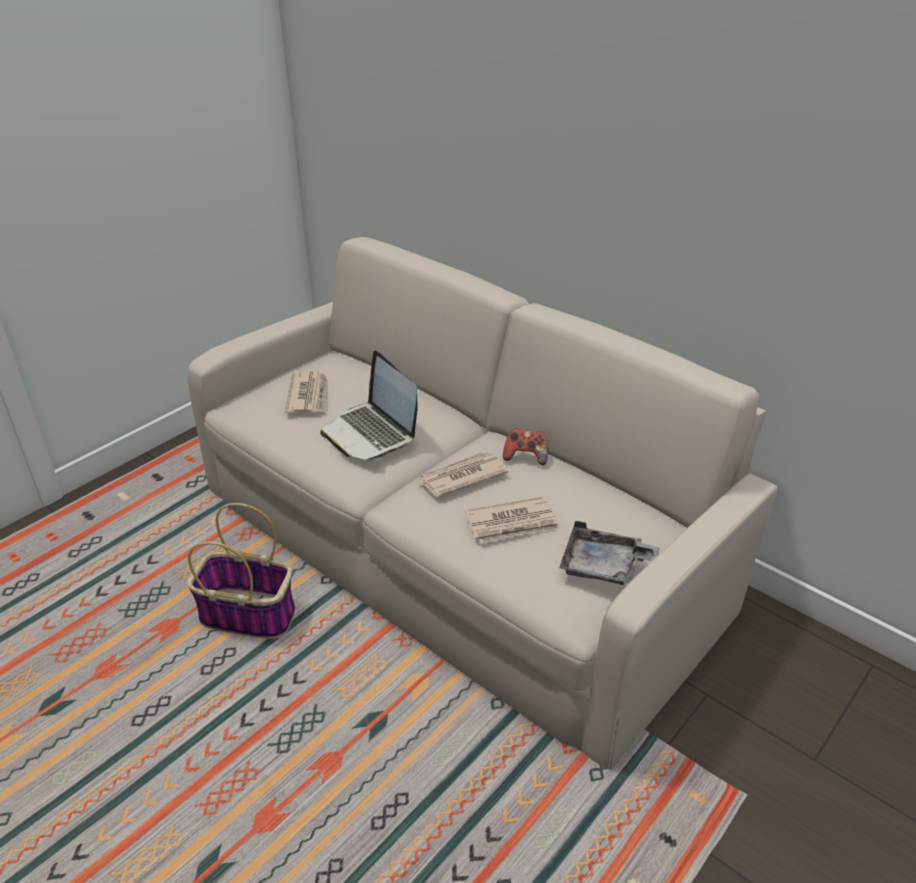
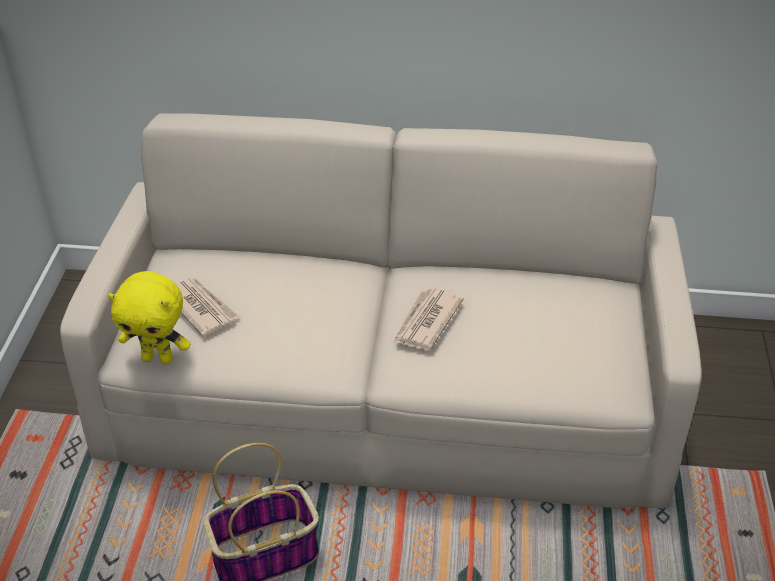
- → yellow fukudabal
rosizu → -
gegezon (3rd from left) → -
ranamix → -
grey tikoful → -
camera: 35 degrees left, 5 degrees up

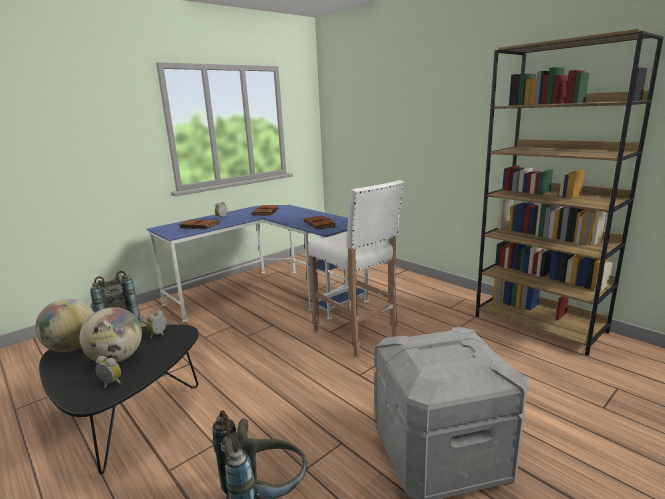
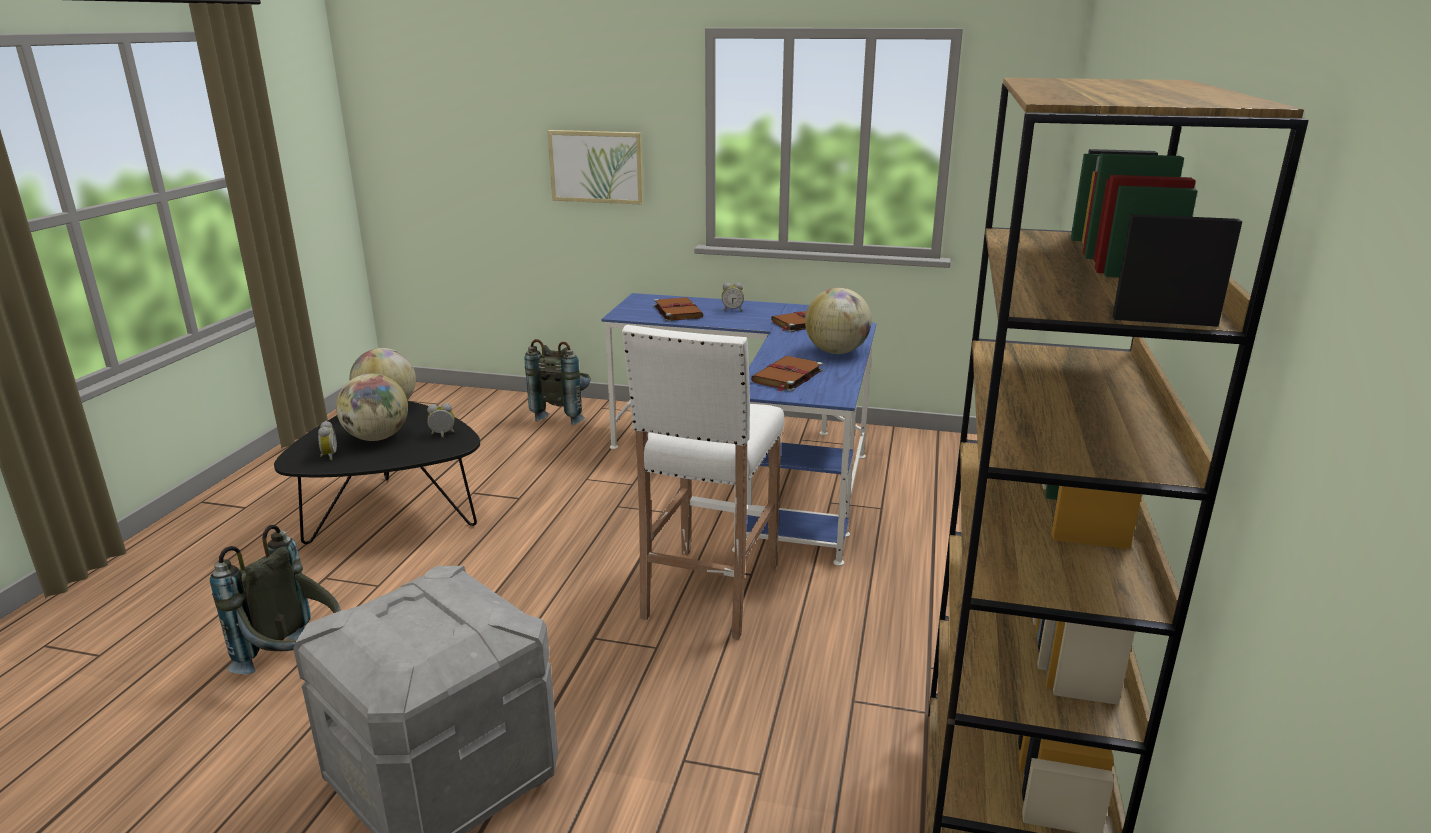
- → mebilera
- → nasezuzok (3rd from left)
camera: 55 degrees right, 5 degrees up

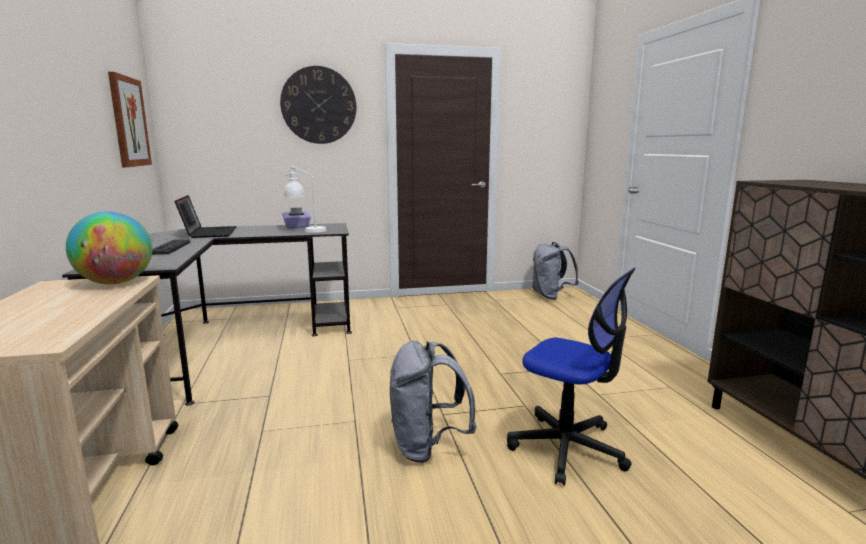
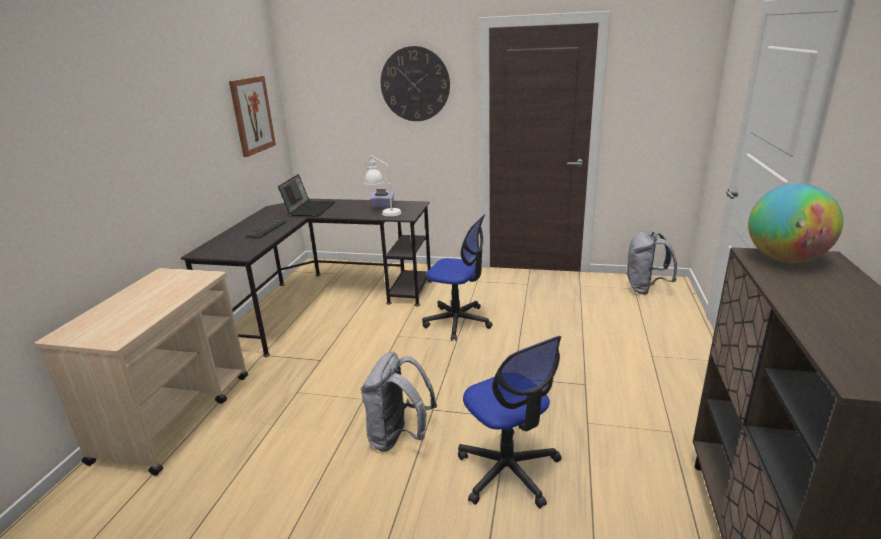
- → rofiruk (1st from left)
nasezuzok, moved
camera: 25 degrees right, 10 degrees up

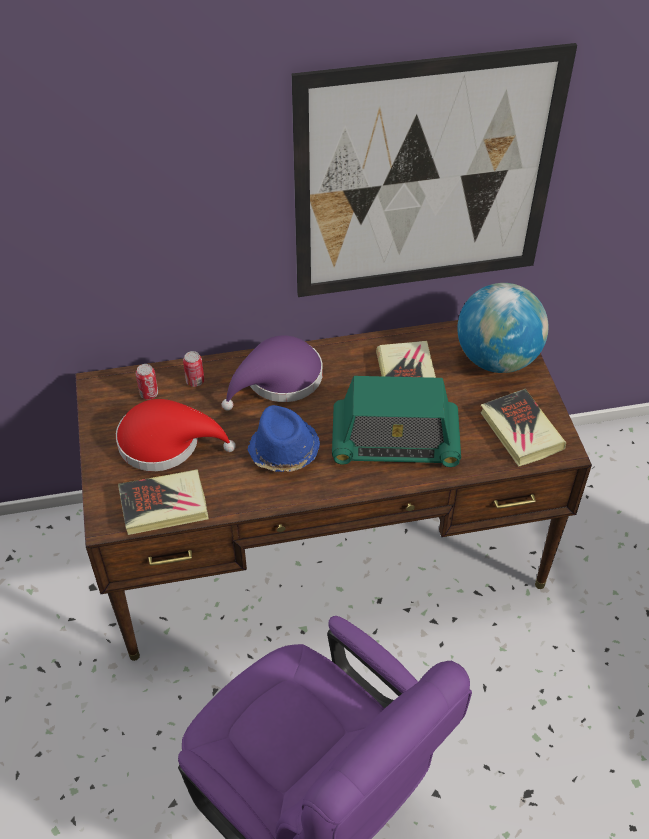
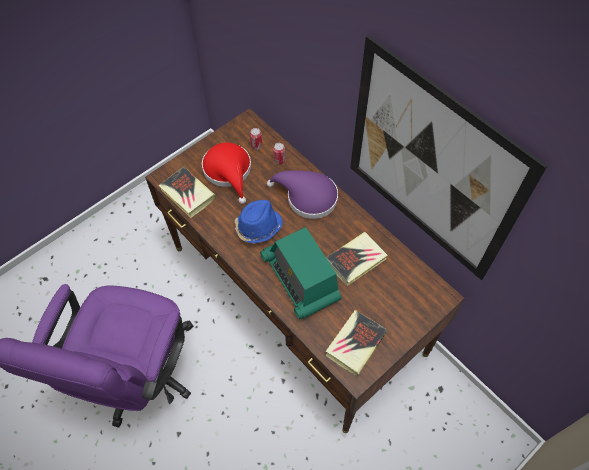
nasezuzok → -
camera: 60 degrees right, 10 degrees up

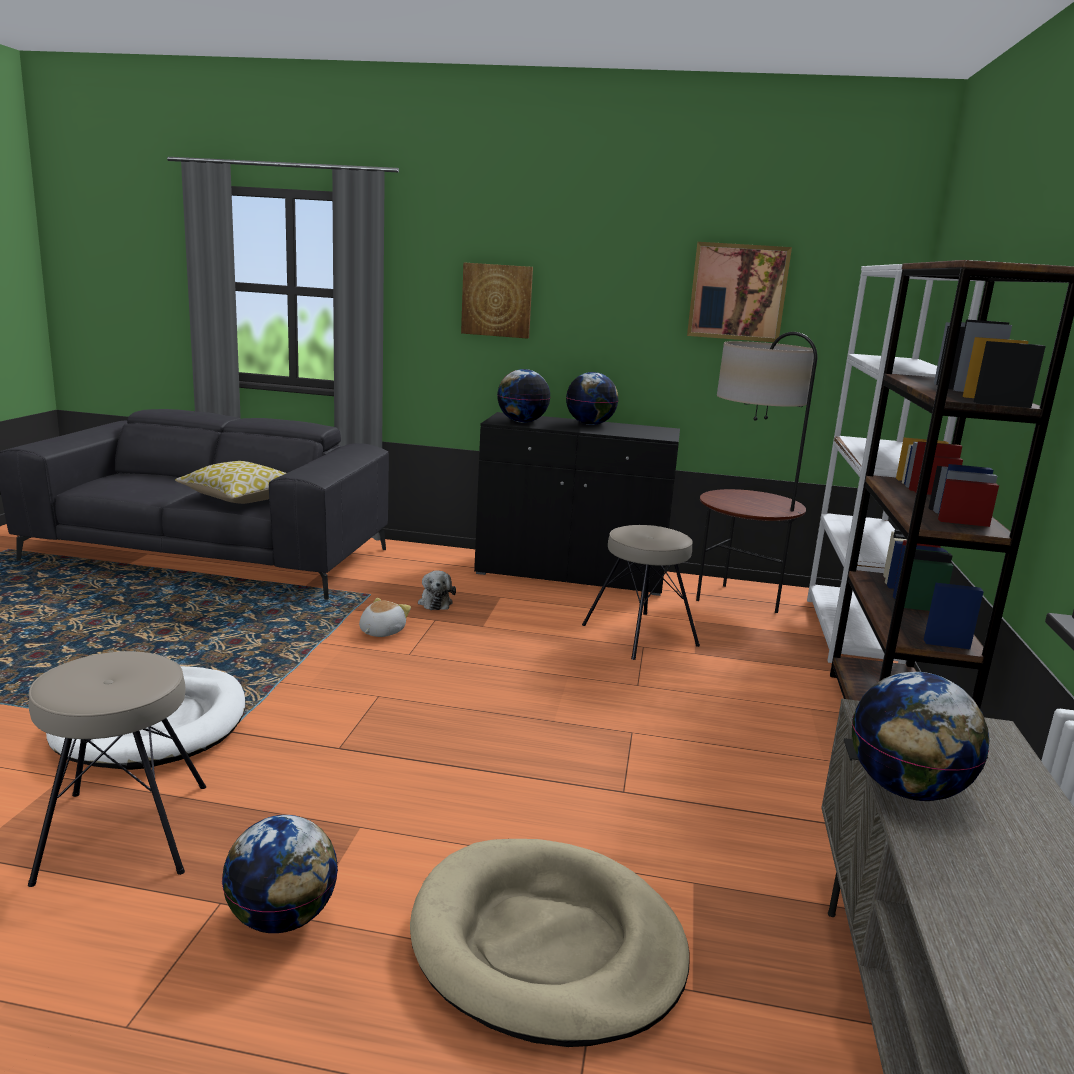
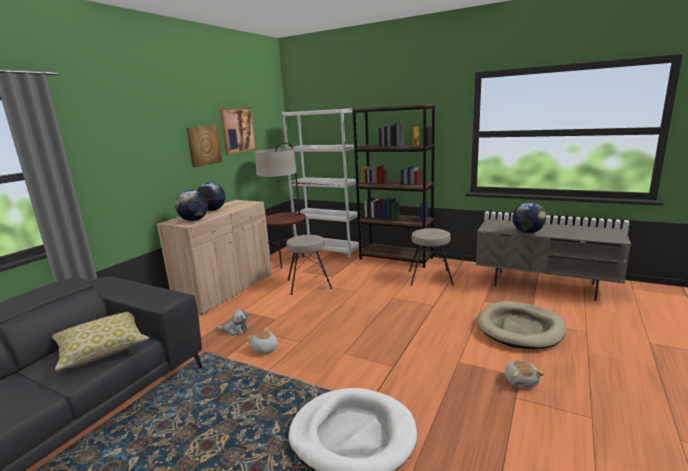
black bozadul → beige bozadul
mebilera (1st from left), moved
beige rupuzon (1st from left in the first image) → beige rupuzon (2nd from left), moved
nasezuzok (1st from left) → fukudabal (3rd from left)
camera: 70 degrees left, 0 degrees up

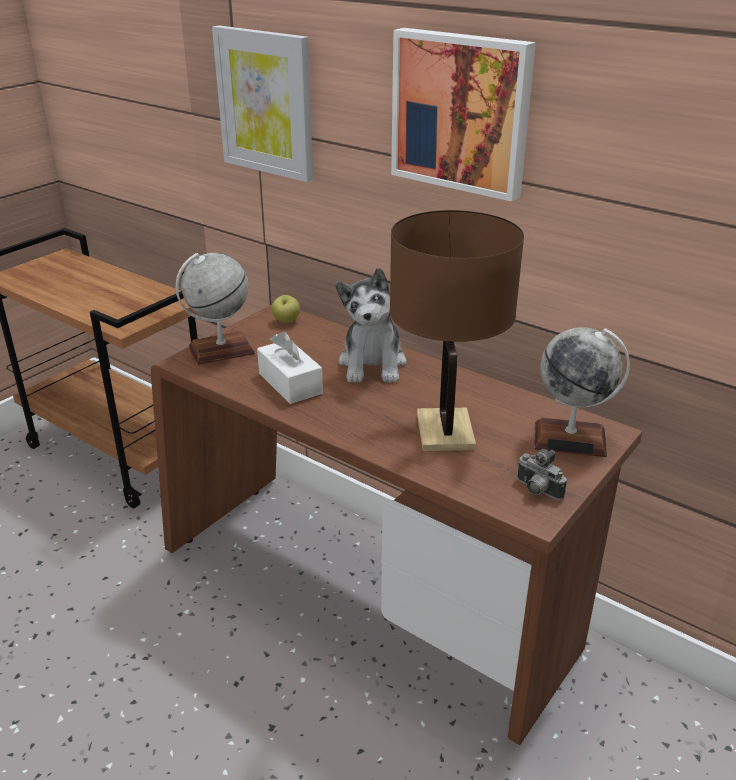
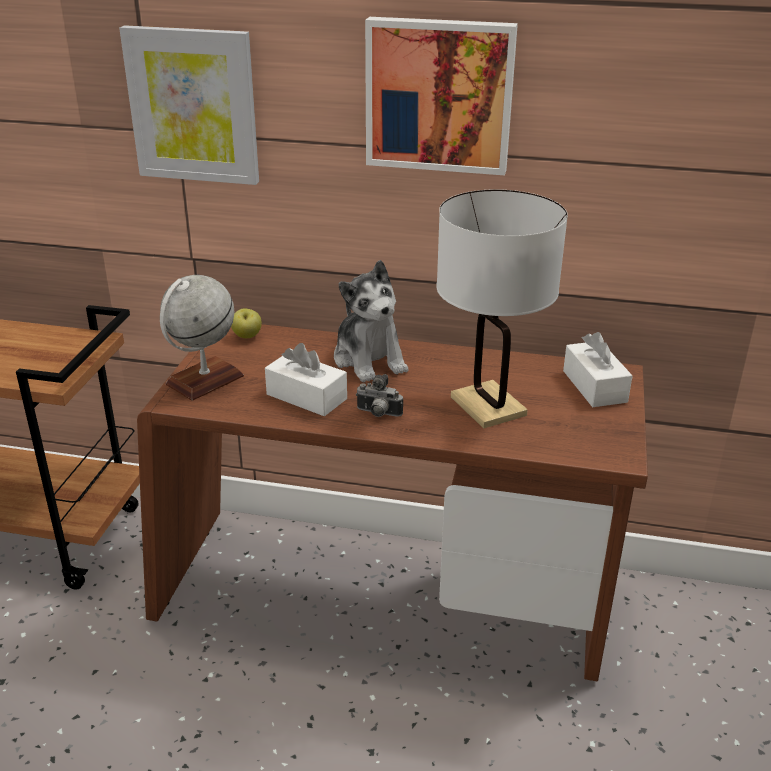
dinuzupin, moved
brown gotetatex → white gotetatex
nasezuzok (2nd from left) → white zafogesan (2nd from left)
camera: 25 degrees left, 0 degrees up

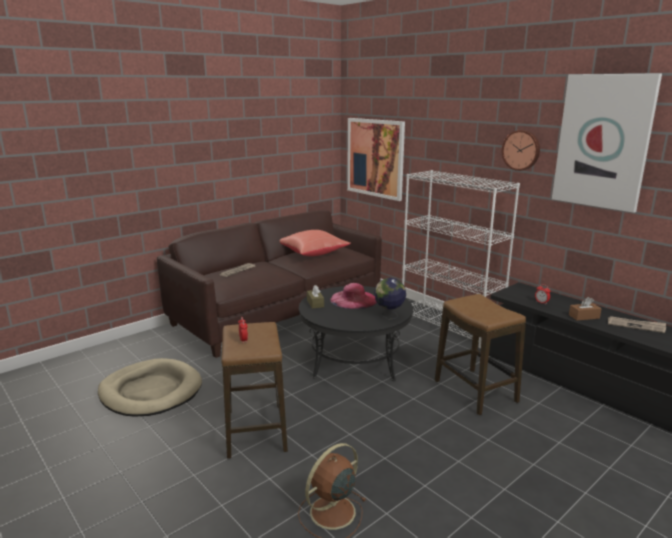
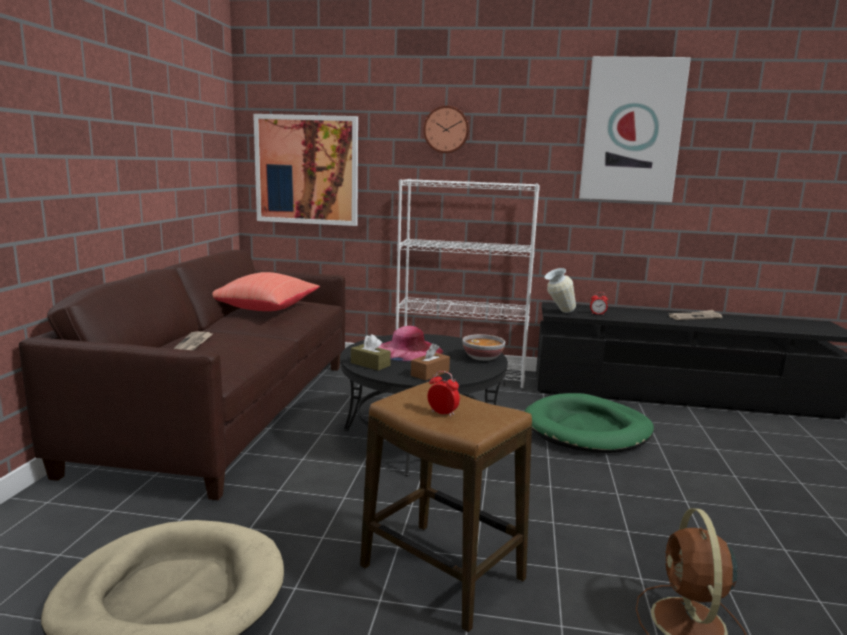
brown zafogesan (2nd from left), moved
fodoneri, moved
nasezuzok → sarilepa
rupuzon (2nd from left) → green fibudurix
- → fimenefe
camera: 40 degrees left, 5 degrees down

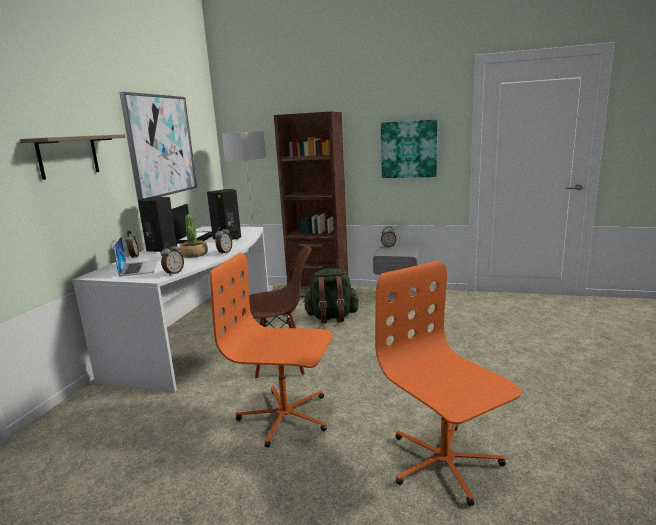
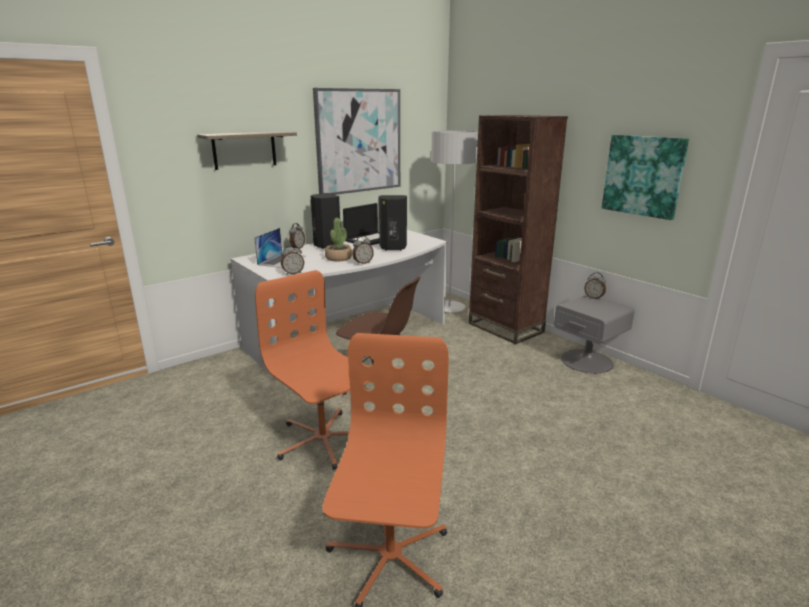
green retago → -
camera: 35 degrees right, 5 degrees up

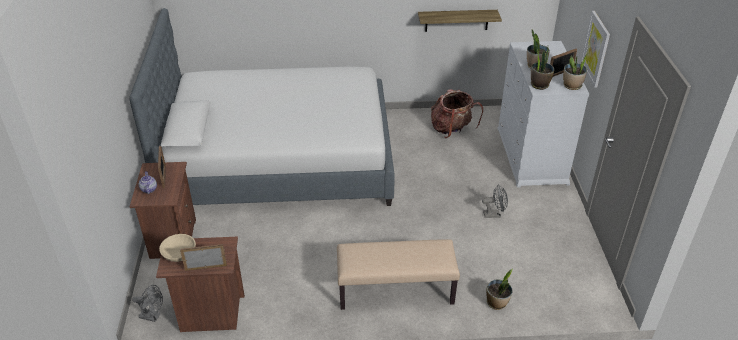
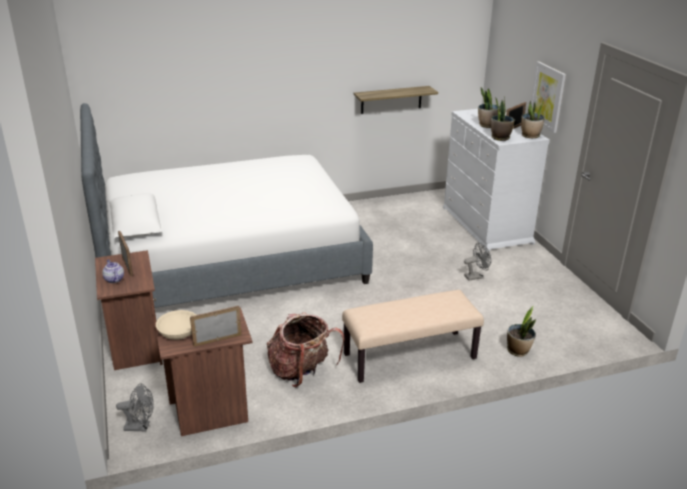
retago, moved
camera: 15 degrees left, 10 degrees down

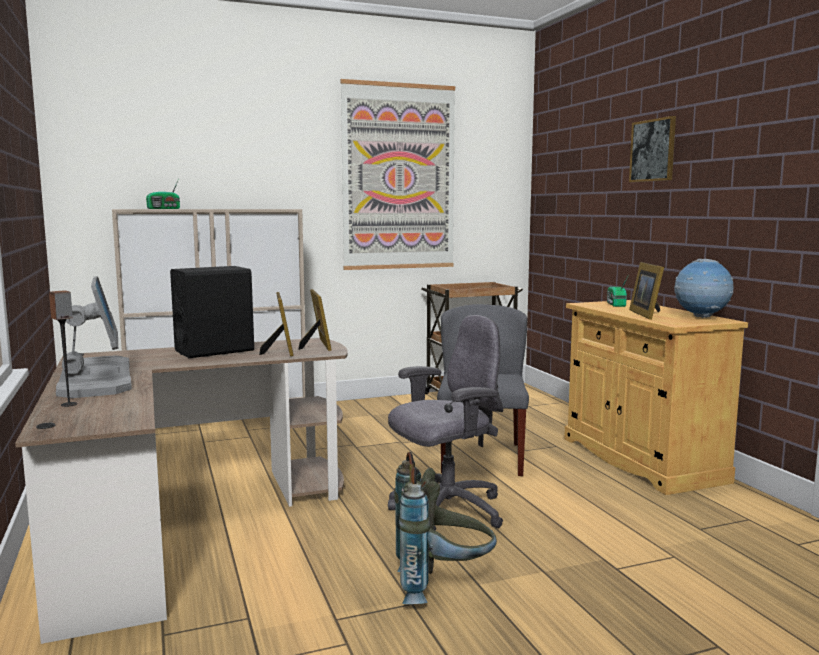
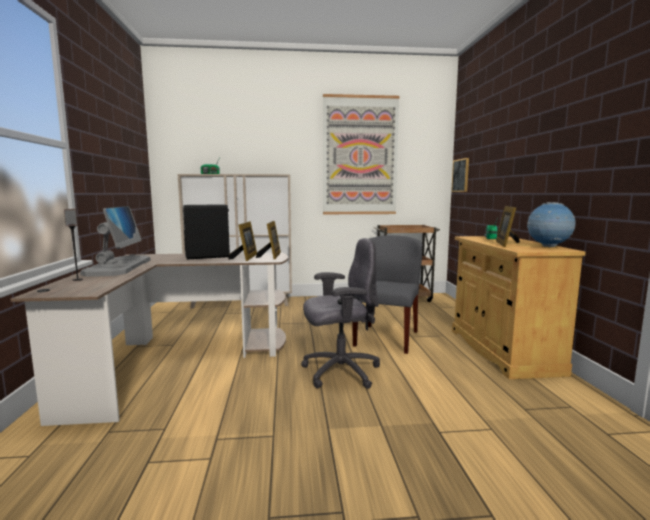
mebilera (2nd from left), moved
grey retago → -
camera: 15 degrees right, 0 degrees up

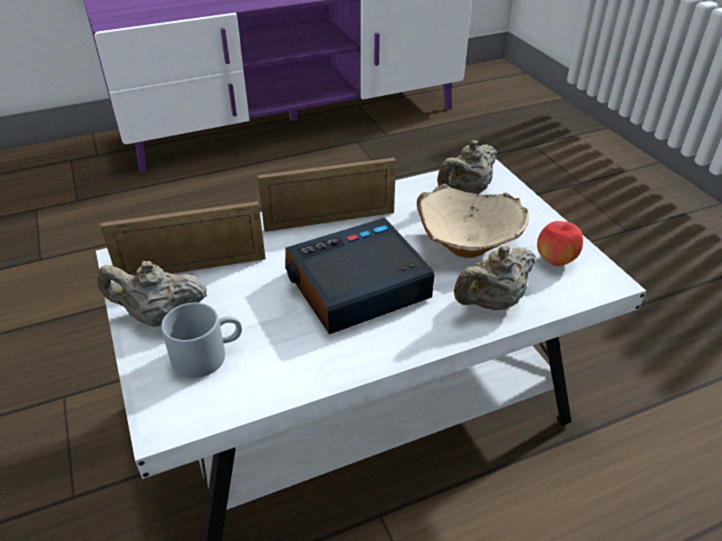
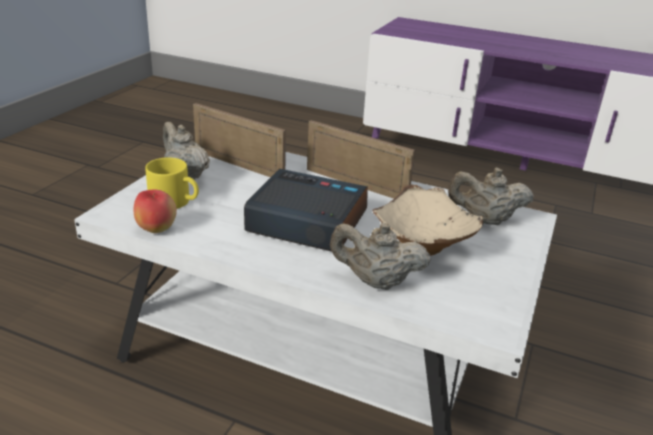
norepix, moved
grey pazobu → yellow pazobu
camera: 45 degrees right, 10 degrees down

